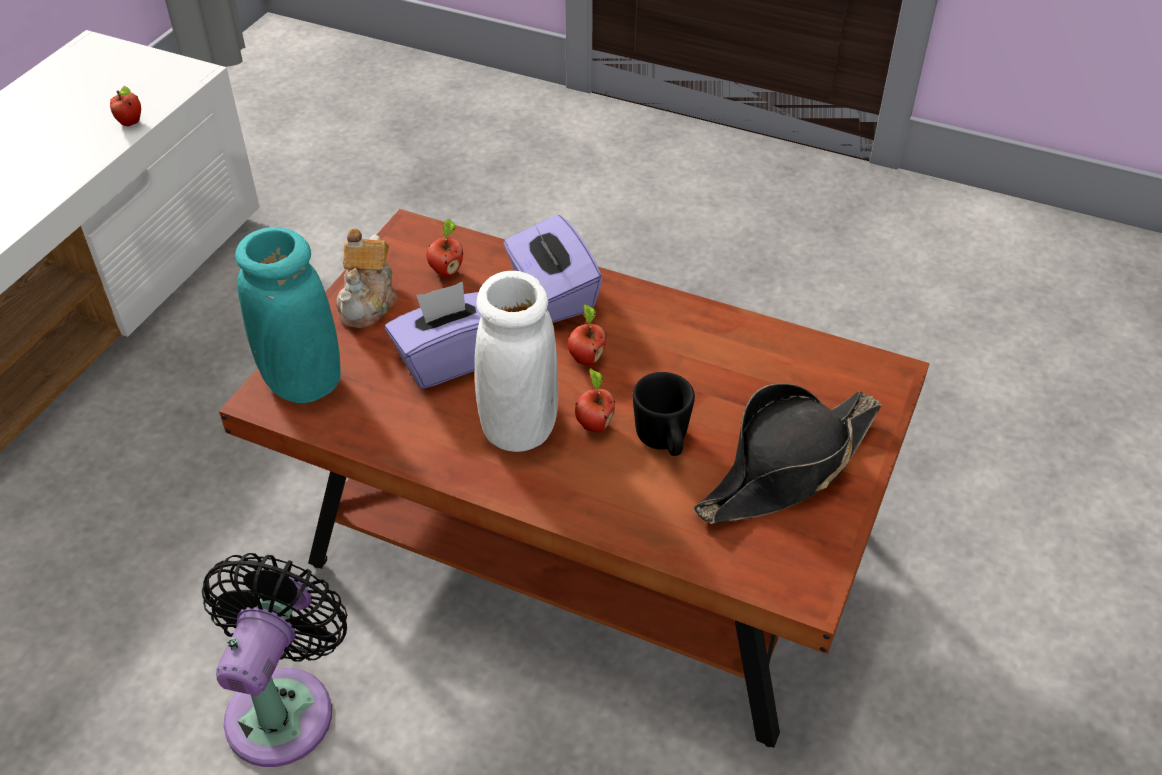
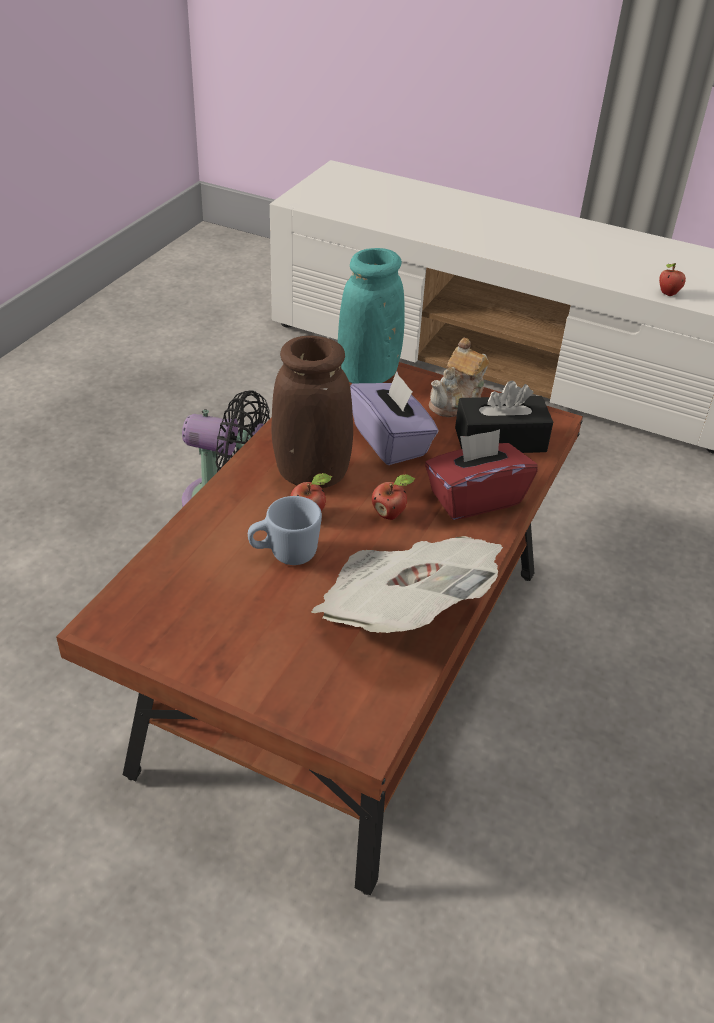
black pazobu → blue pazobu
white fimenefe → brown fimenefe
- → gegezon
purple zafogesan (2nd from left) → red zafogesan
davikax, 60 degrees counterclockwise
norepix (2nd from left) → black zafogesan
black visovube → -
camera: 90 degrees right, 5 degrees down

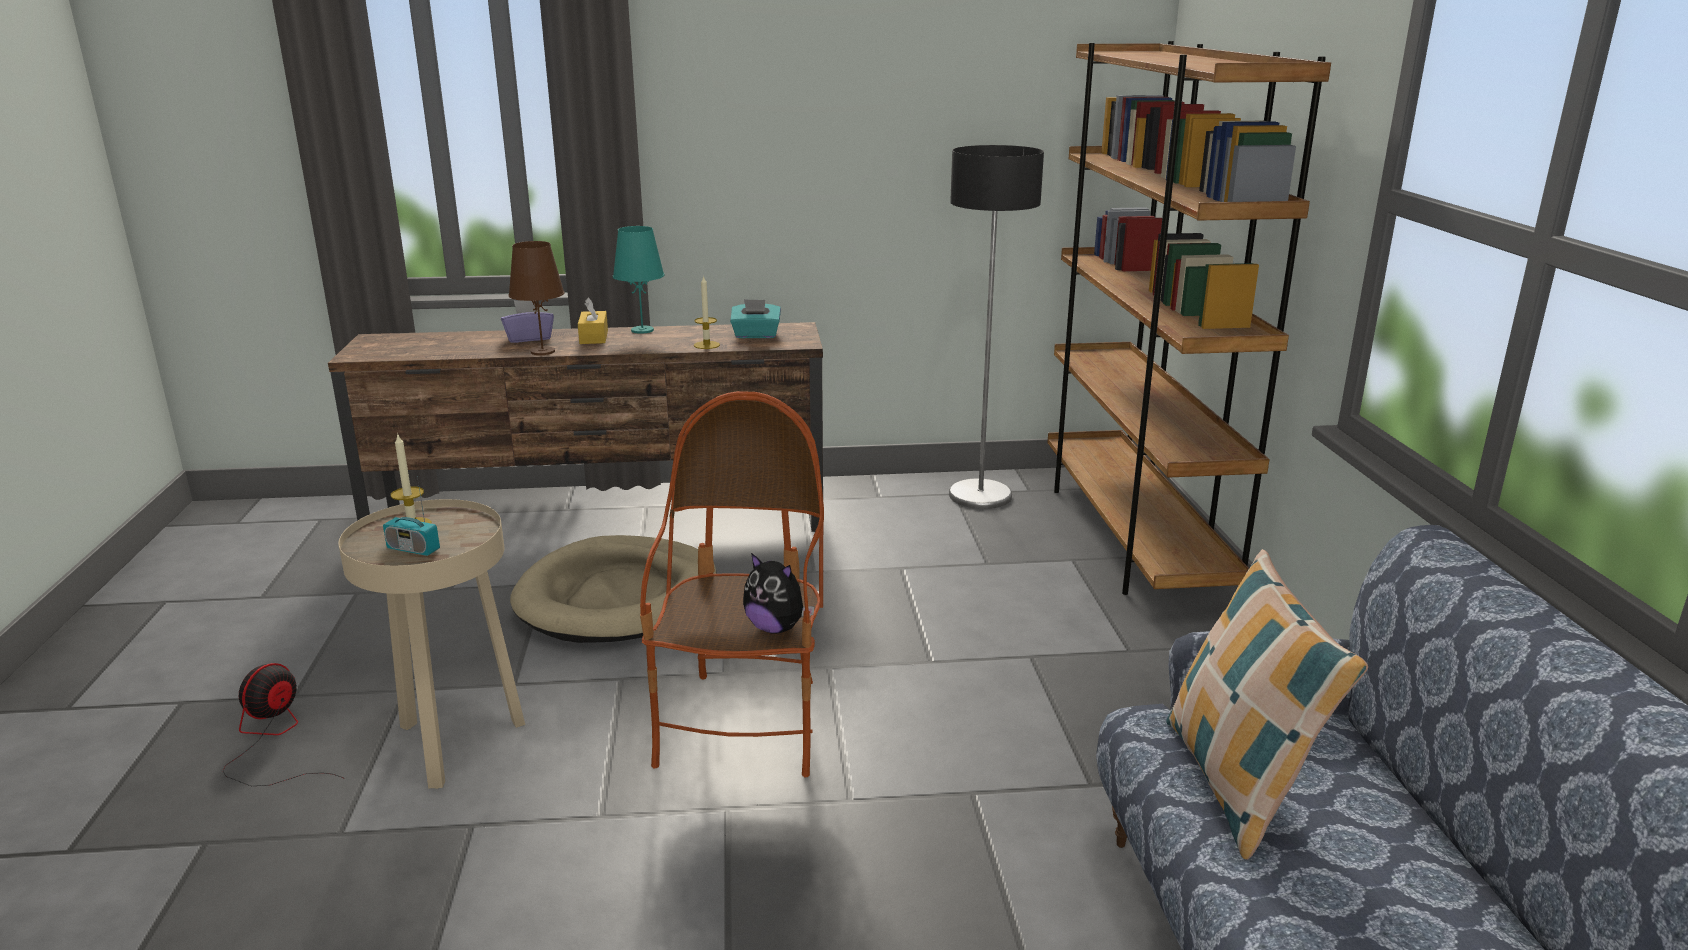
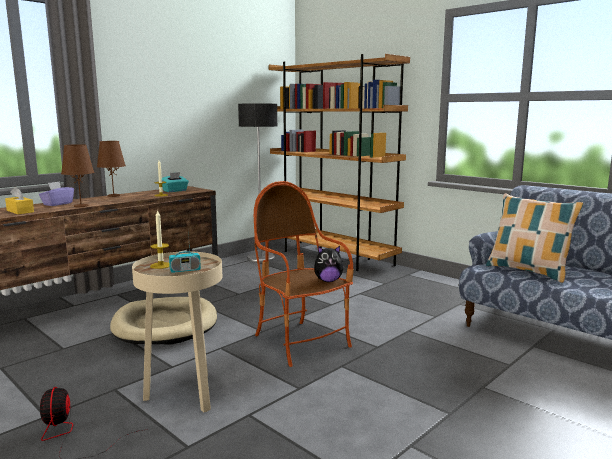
yellow zafogesan, moved
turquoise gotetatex → brown gotetatex (2nd from left)
camera: 40 degrees left, 10 degrees down

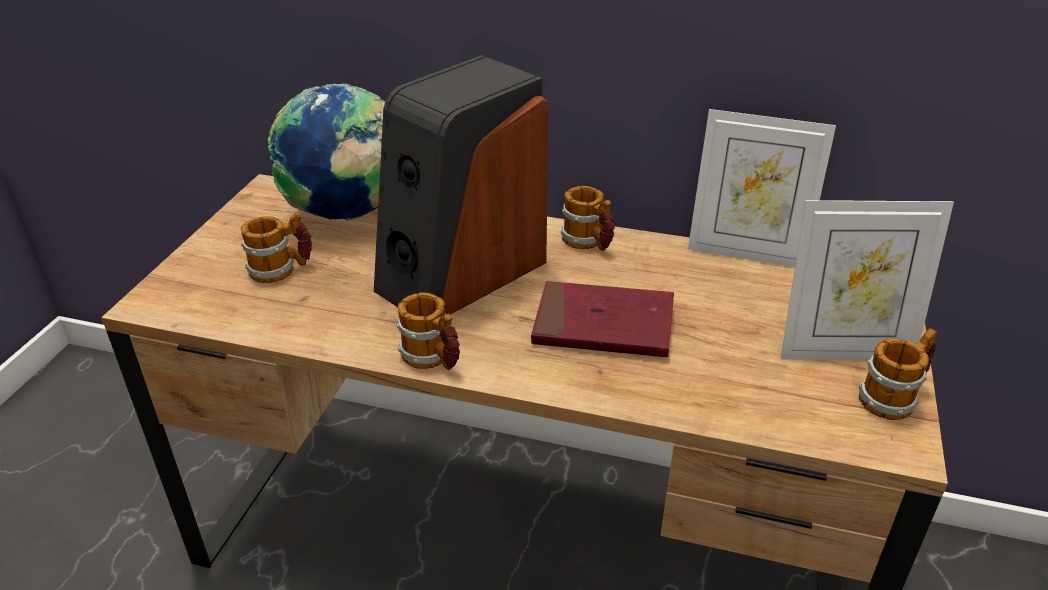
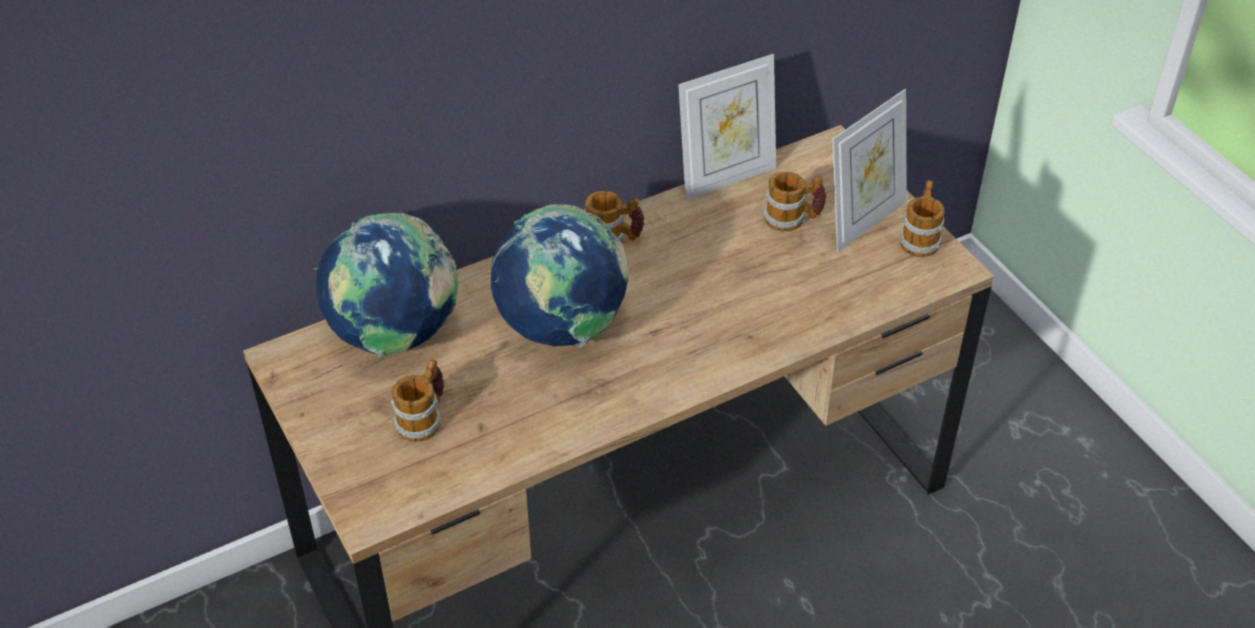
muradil → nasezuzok (2nd from left)
pazobu (2nd from left in the first image) → pazobu (3rd from left), moved
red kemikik → -
camera: 45 degrees left, 10 degrees up

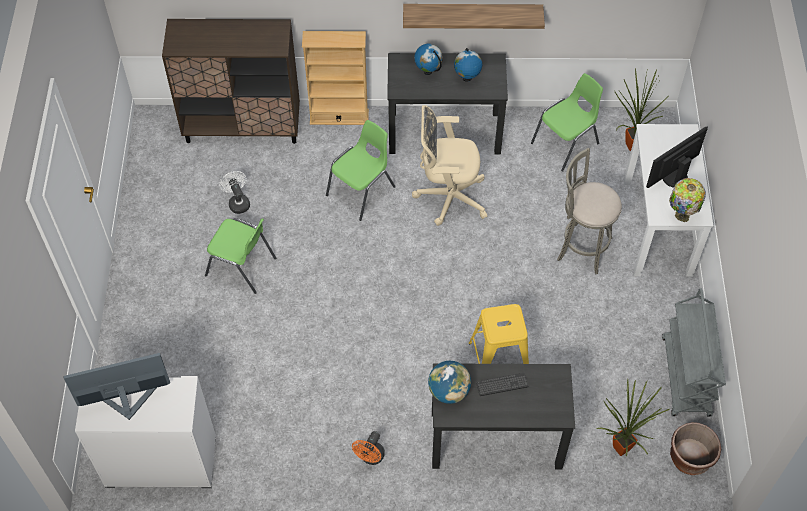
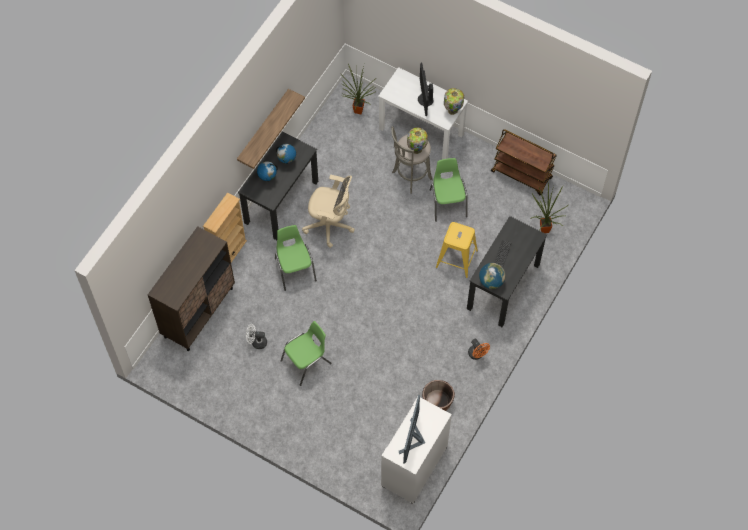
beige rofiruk, 105 degrees counterclockwise
- → gotetatex (1st from left)
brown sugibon, moved
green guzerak (3rd from left), moved
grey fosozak → brown fosozak
camera: 60 degrees left, 5 degrees up

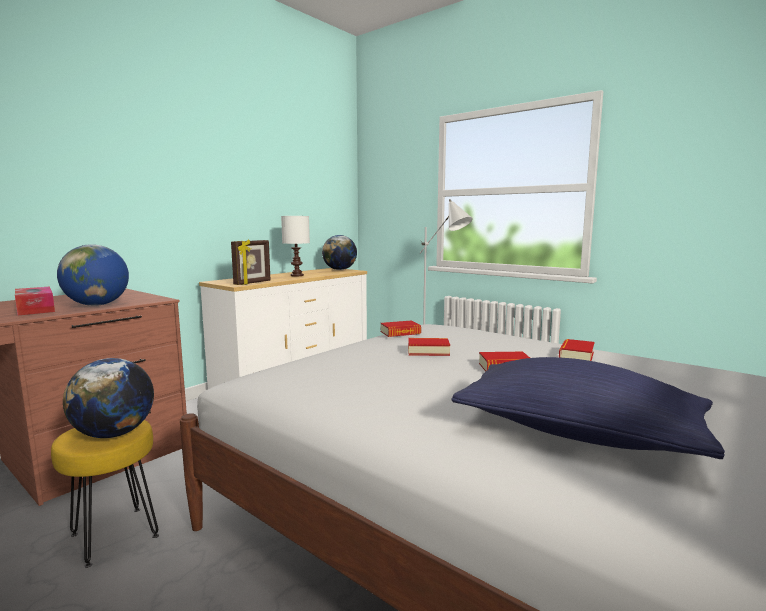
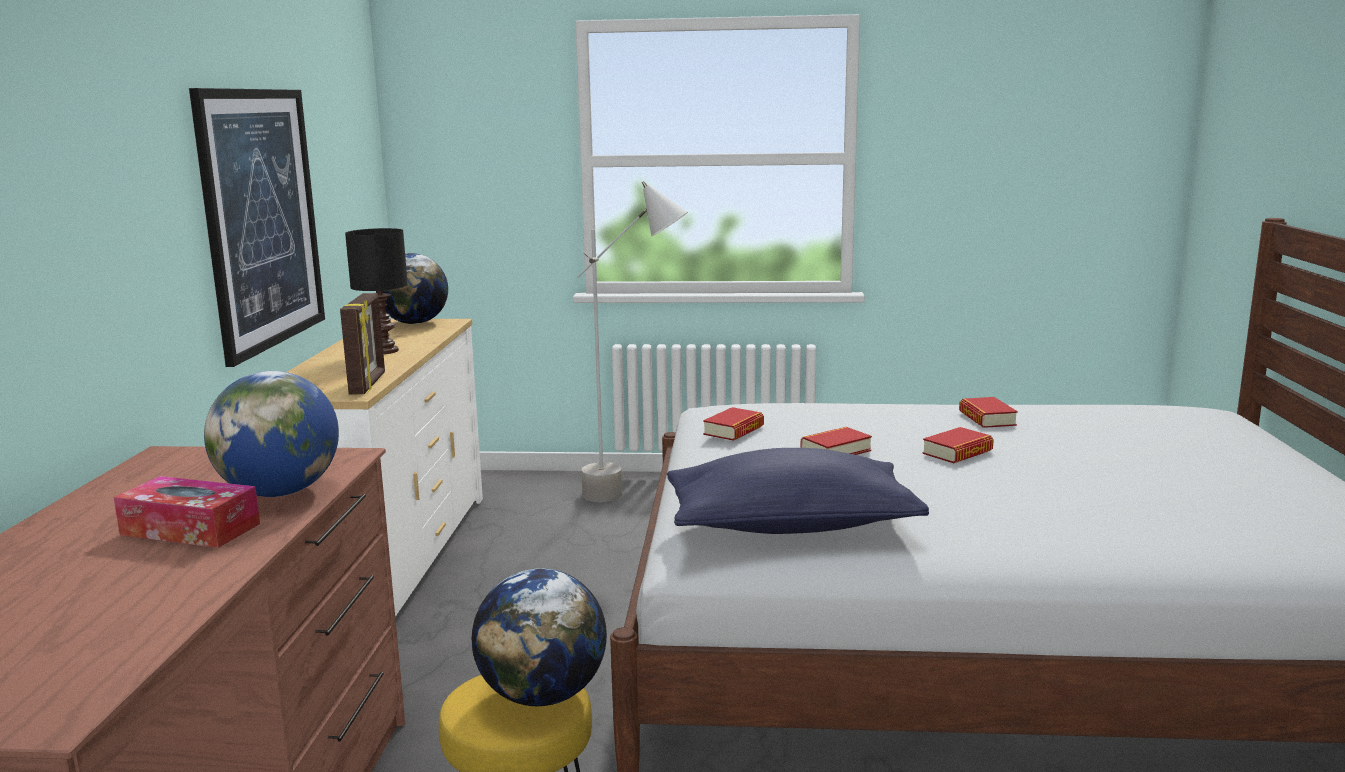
- → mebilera
white gotetatex → black gotetatex
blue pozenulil, moved
camera: 35 degrees left, 5 degrees up

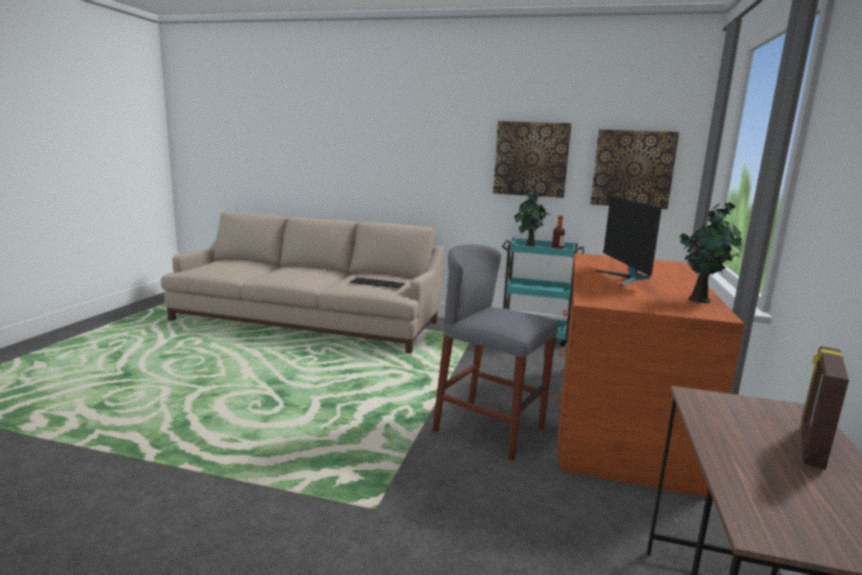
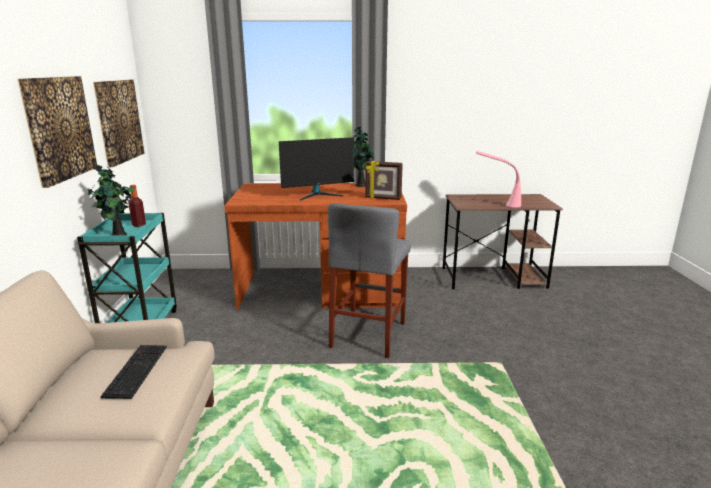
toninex, moved
- → pink gotetatex
camera: 105 degrees left, 5 degrees up

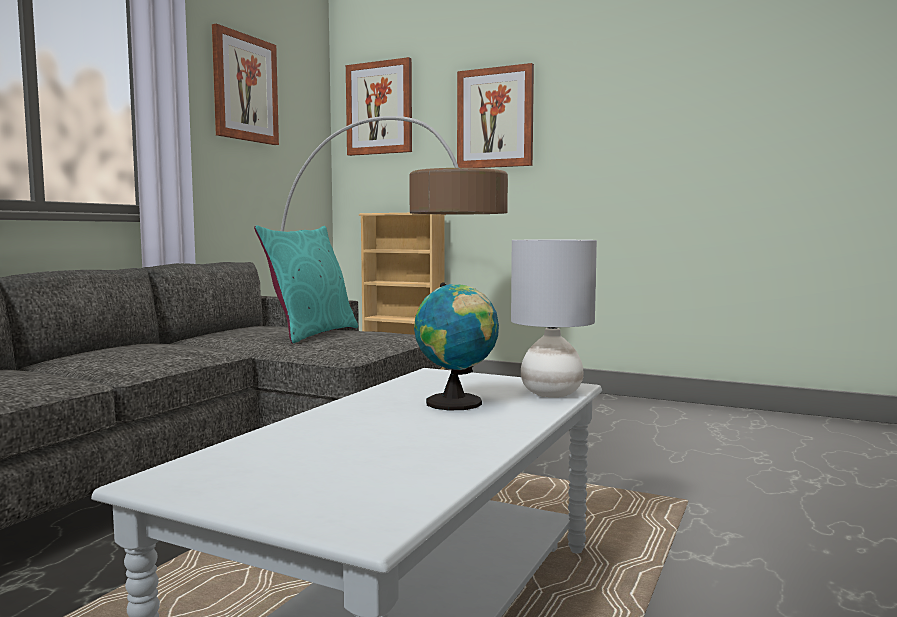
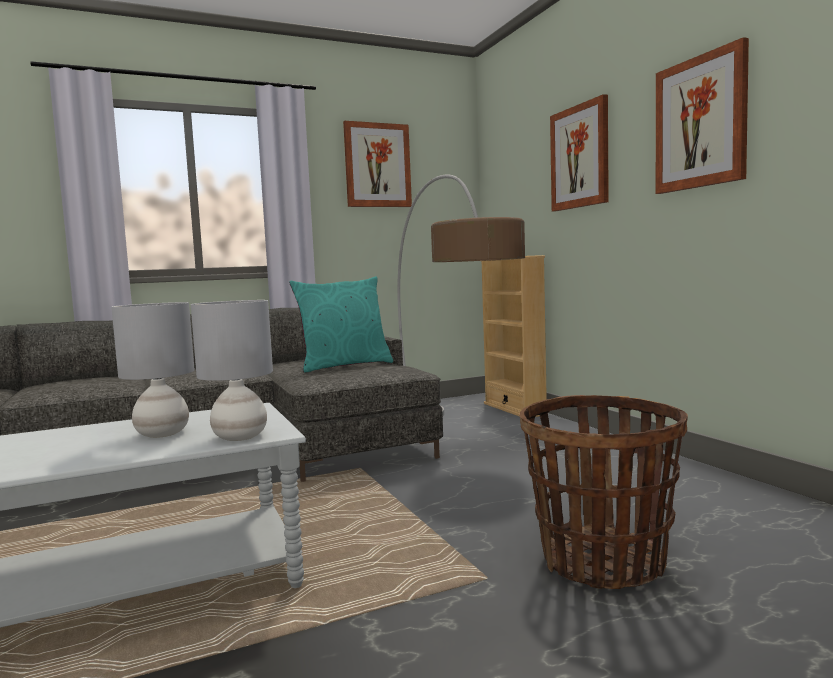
nasezuzok → grey gotetatex (1st from left)
- → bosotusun
mebilera (2nd from left in the first image) → mebilera (3rd from left), moved
camera: 40 degrees right, 0 degrees up

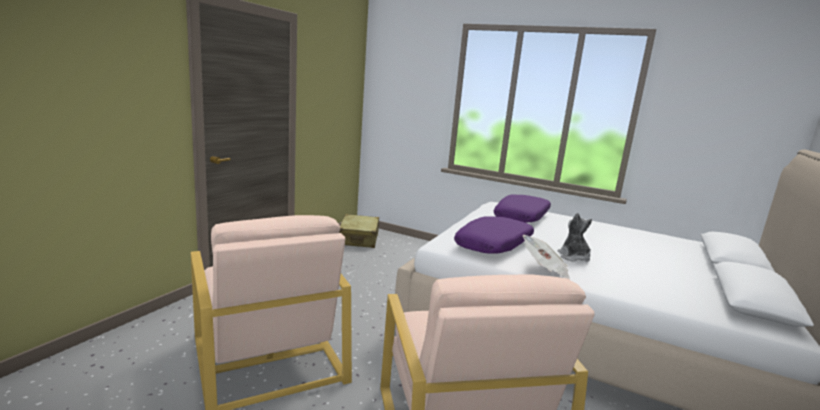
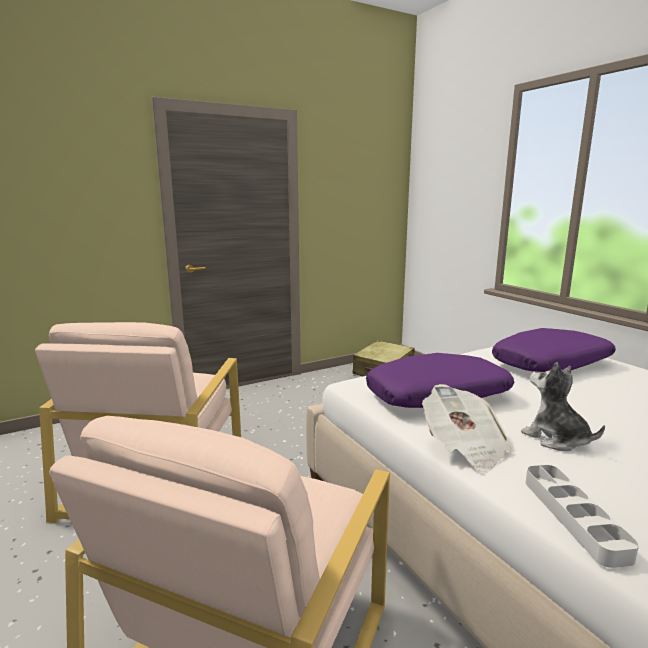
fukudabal, 60 degrees counterclockwise
- → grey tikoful
camera: 35 degrees right, 0 degrees up

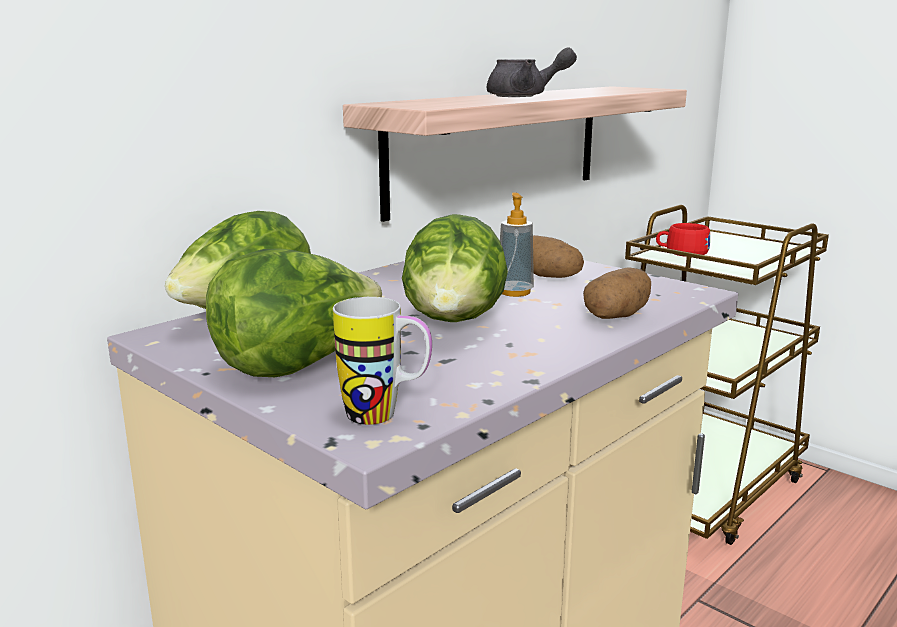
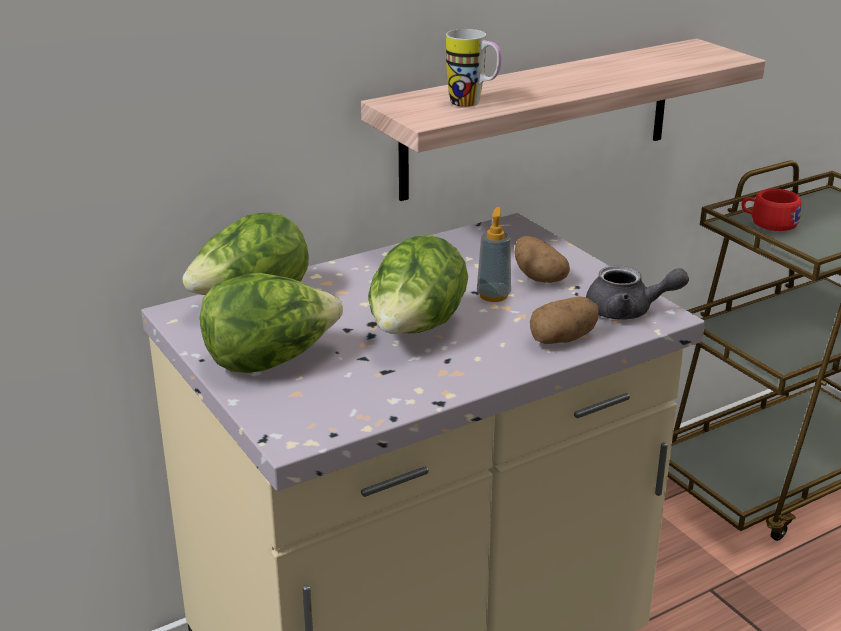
pazobu, moved
grey davikax, moved
camera: 15 degrees right, 10 degrees up

